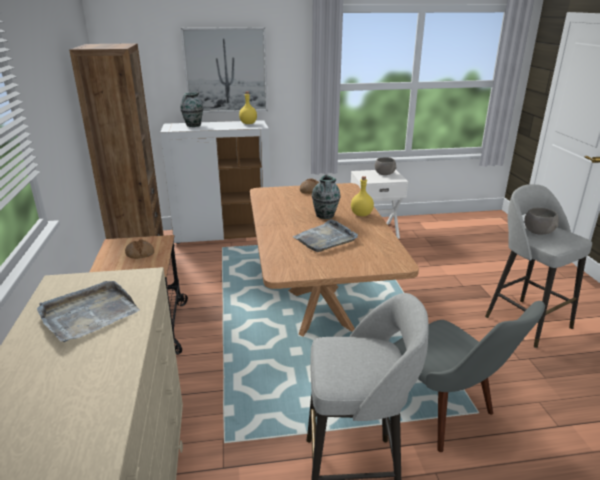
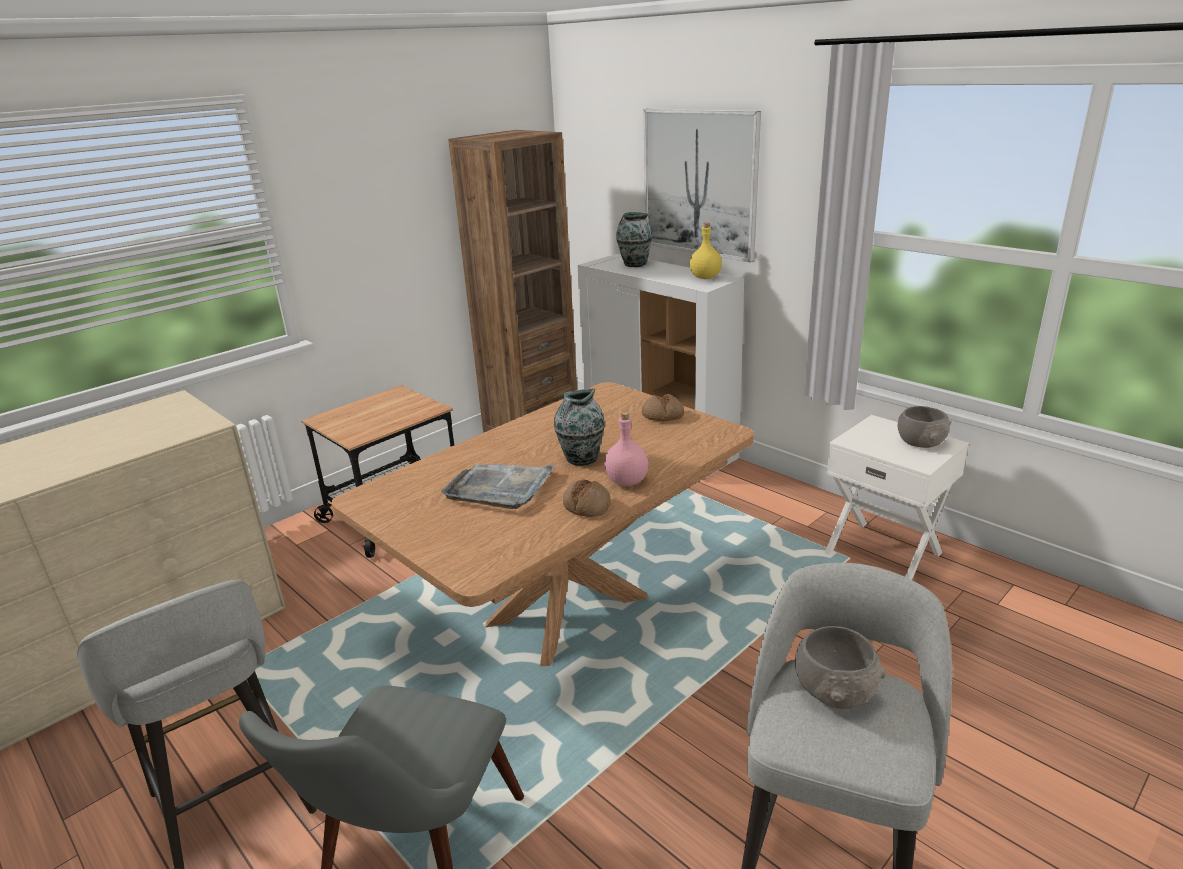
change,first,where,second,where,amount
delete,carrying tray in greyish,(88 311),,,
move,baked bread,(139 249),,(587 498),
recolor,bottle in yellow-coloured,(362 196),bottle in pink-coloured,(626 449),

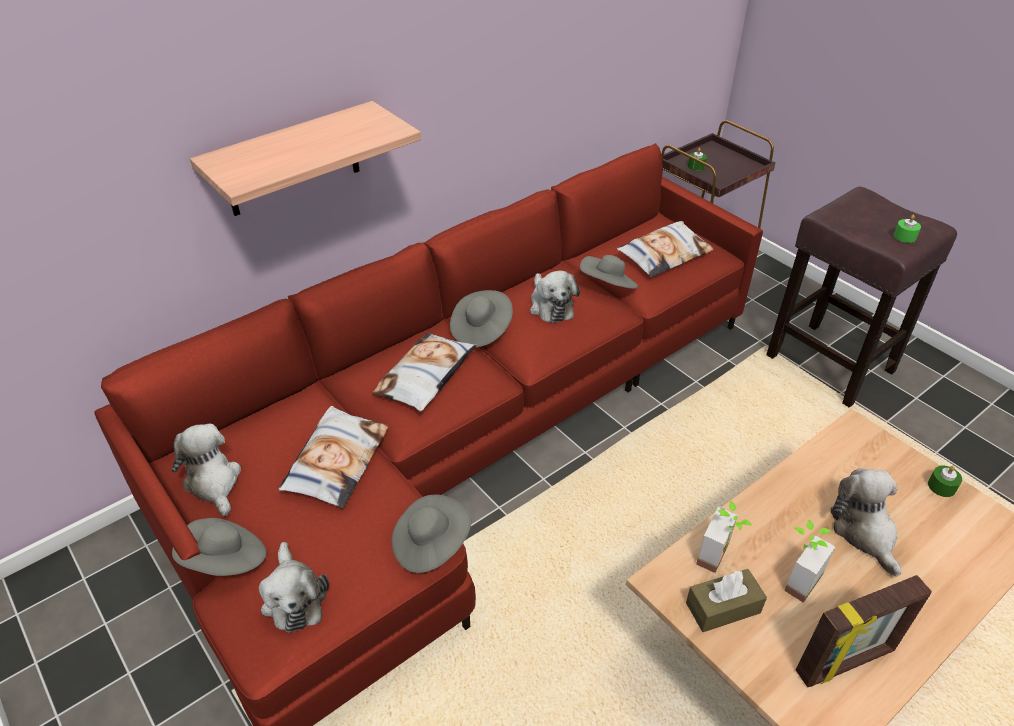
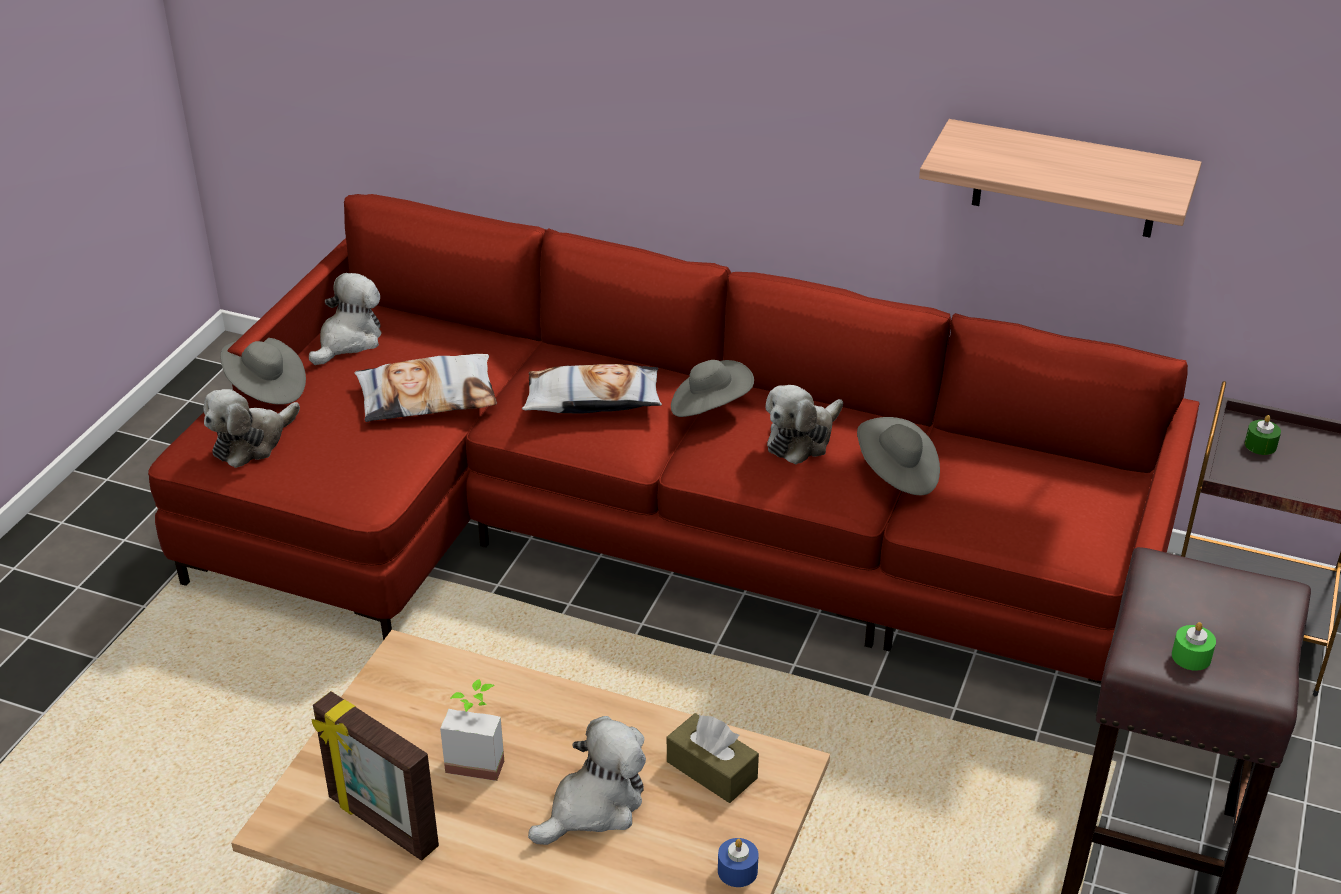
change,first,where,second,where,amount
delete,hat in greyish,(431 534),,,
delete,pillow,(665 249),,,
delete,plant in a pot,(724 537),,,
move,wall shelf,(305 158),,(1060 178),
move,box of tissues in brownish,(726 600),,(713 758),
recolor,candle in greenish,(945 481),candle in bluish,(738 862),

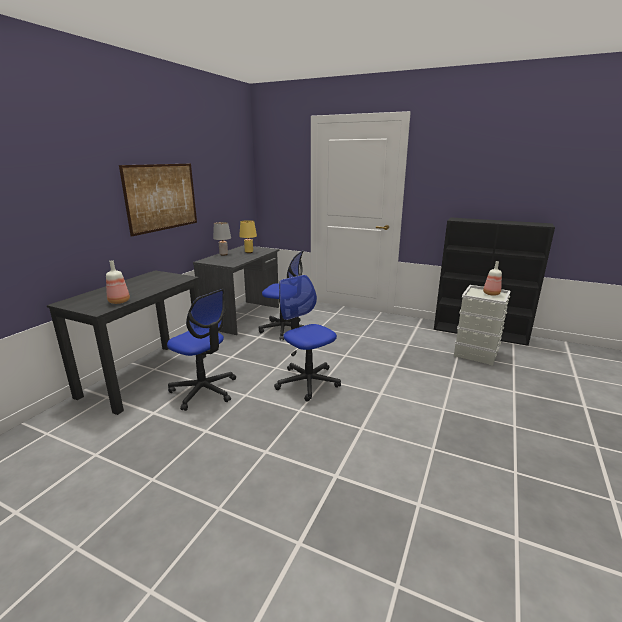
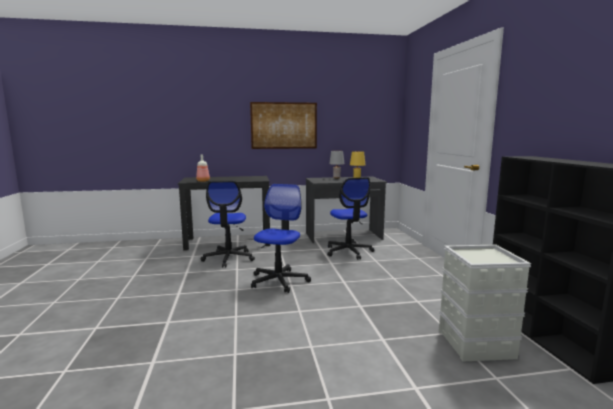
change,first,where,second,where,amount
delete,bottle,(492 278),,,

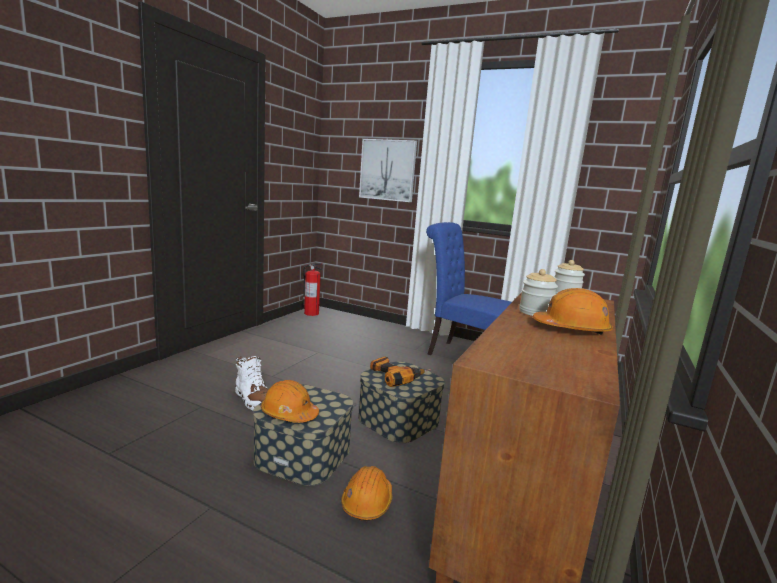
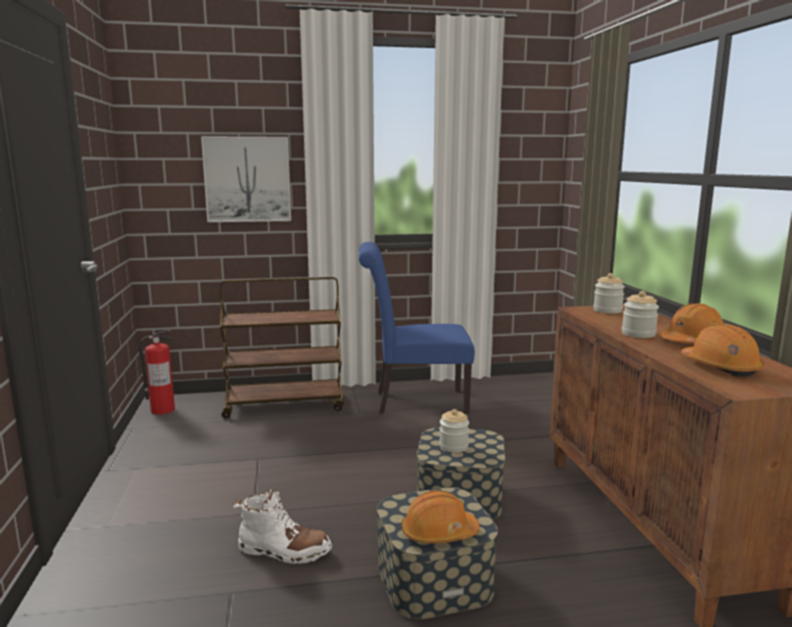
change,first,where,second,where,amount
insert,,,trolley in brownish,(282 348),
move,hard hat in orange,(366 493),,(722 350),
replace,electric drill,(400 371),storage jar,(454 431),

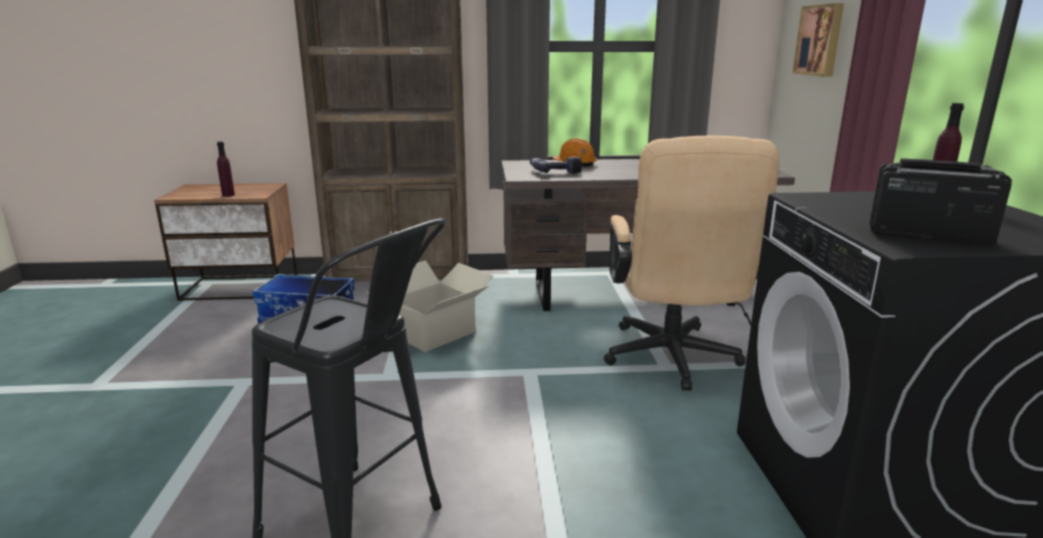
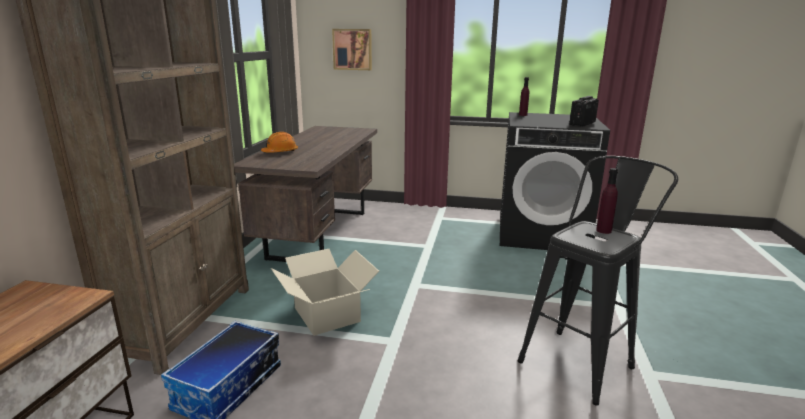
change,first,where,second,where,amount
delete,electric drill,(556 165),,,
delete,desk chair in beige-coloured,(692 263),,,
move,bottle in purplish,(226 169),,(607 201),

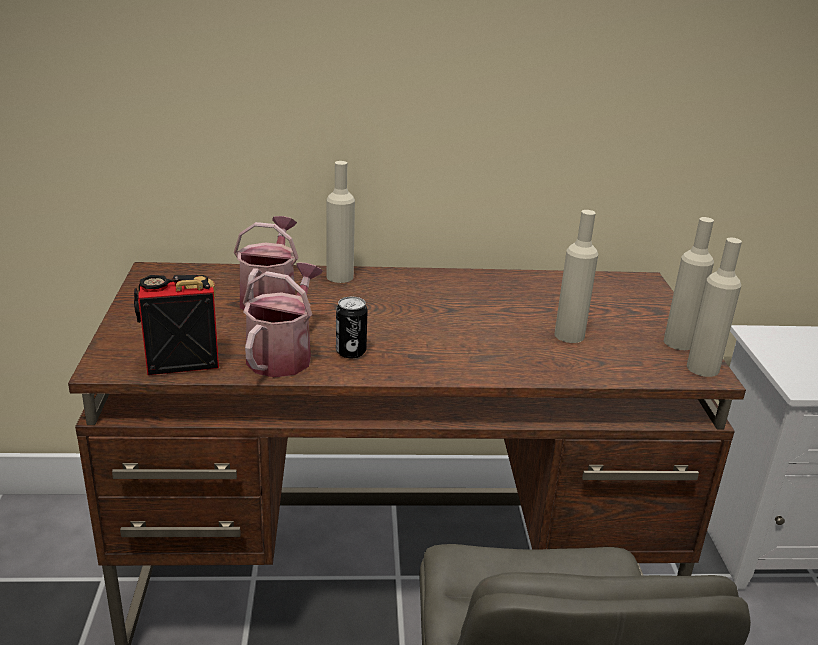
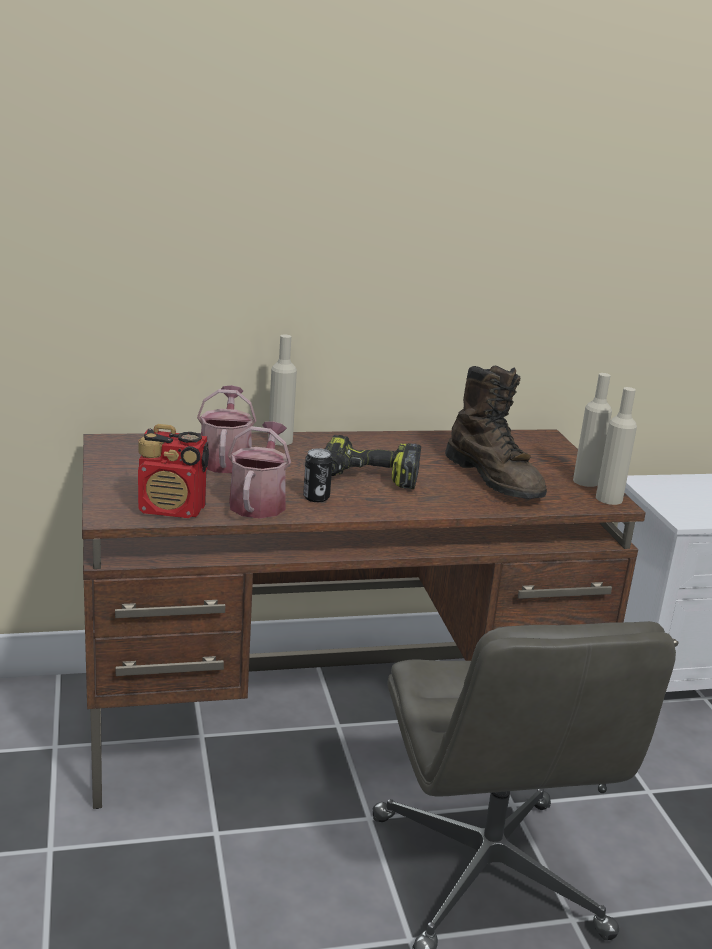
change,first,where,second,where,amount
insert,,,electric drill,(372 462),
replace,bottle in beige-coloured,(576 276),tall boot in brownish,(496 432),
rotate,radio receiver,(176 325),,(173 471),150 degrees counterclockwise

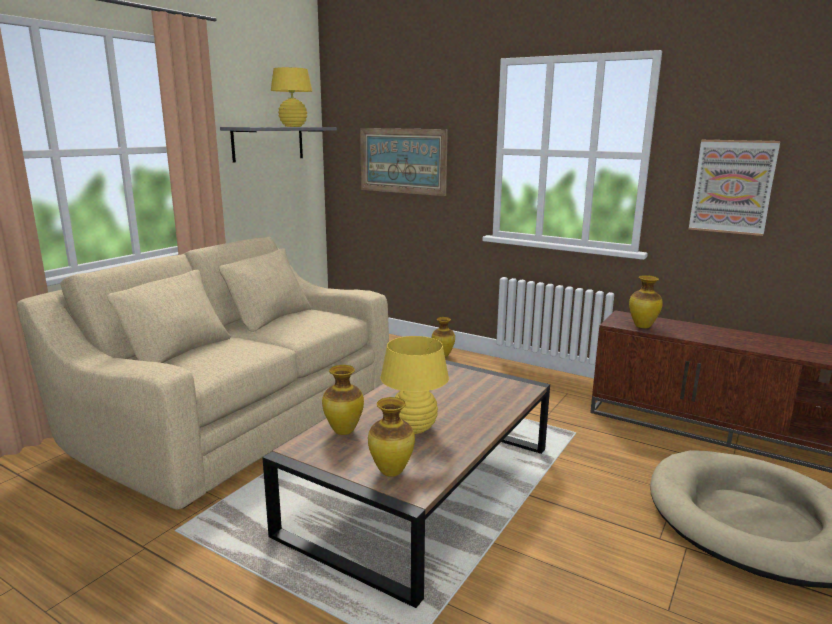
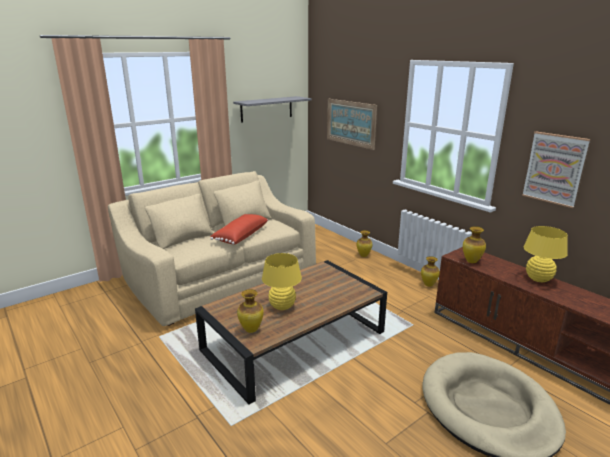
change,first,where,second,where,amount
insert,,,pillow in reddish,(239 229),
move,lamp for a table in yellow-coloured,(291 97),,(545 254),
move,flower vase,(343 400),,(430 271),

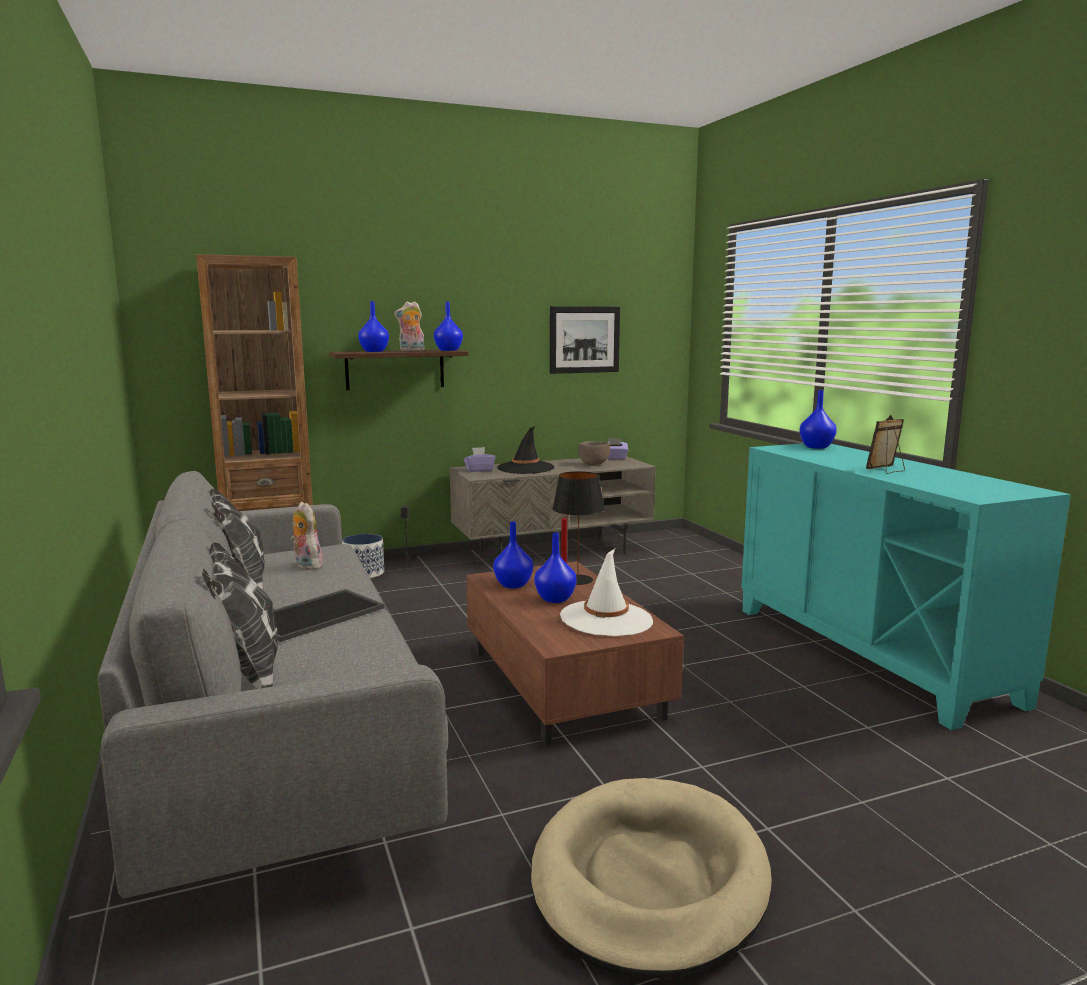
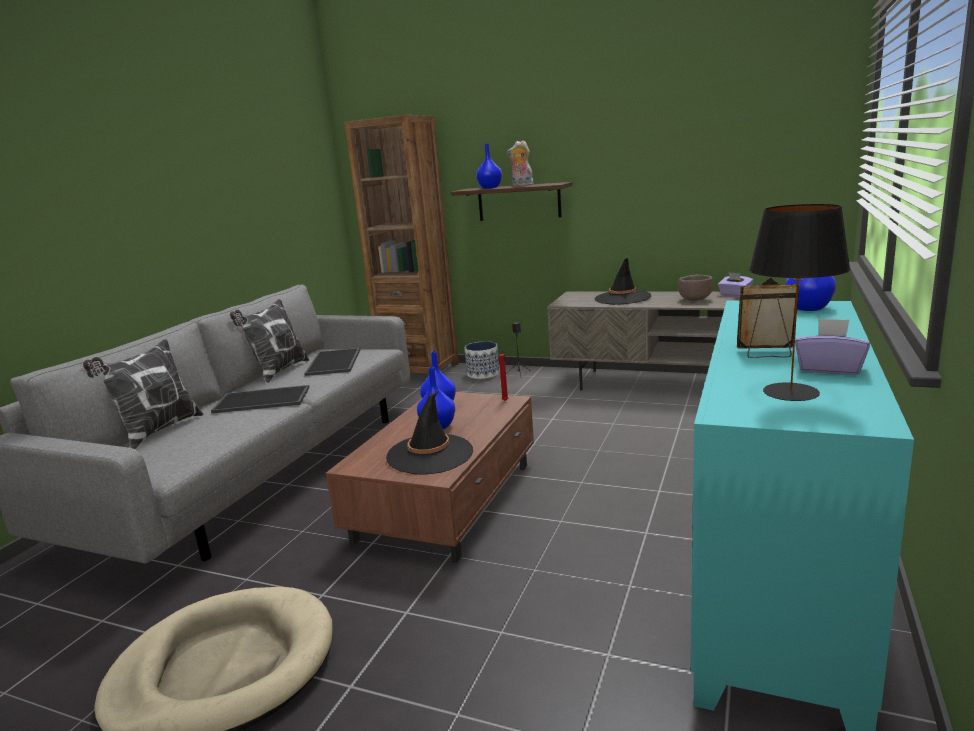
change,first,where,second,where,amount
delete,flower vase in bluish,(448 326),,,
delete,picture,(585 340),,,
move,box of tissues in purplish,(479 459),,(832 346),
move,lamp for a table in black,(578 528),,(800 302),
replace,plush toy,(306 536),carrying tray,(332 362),
recolor,hat in whitish,(606 592),hat in black,(429 433),

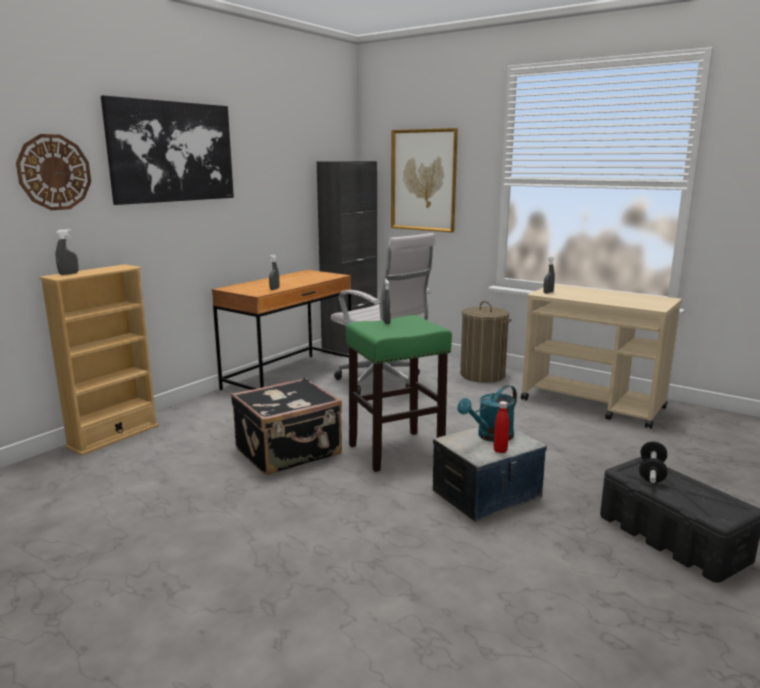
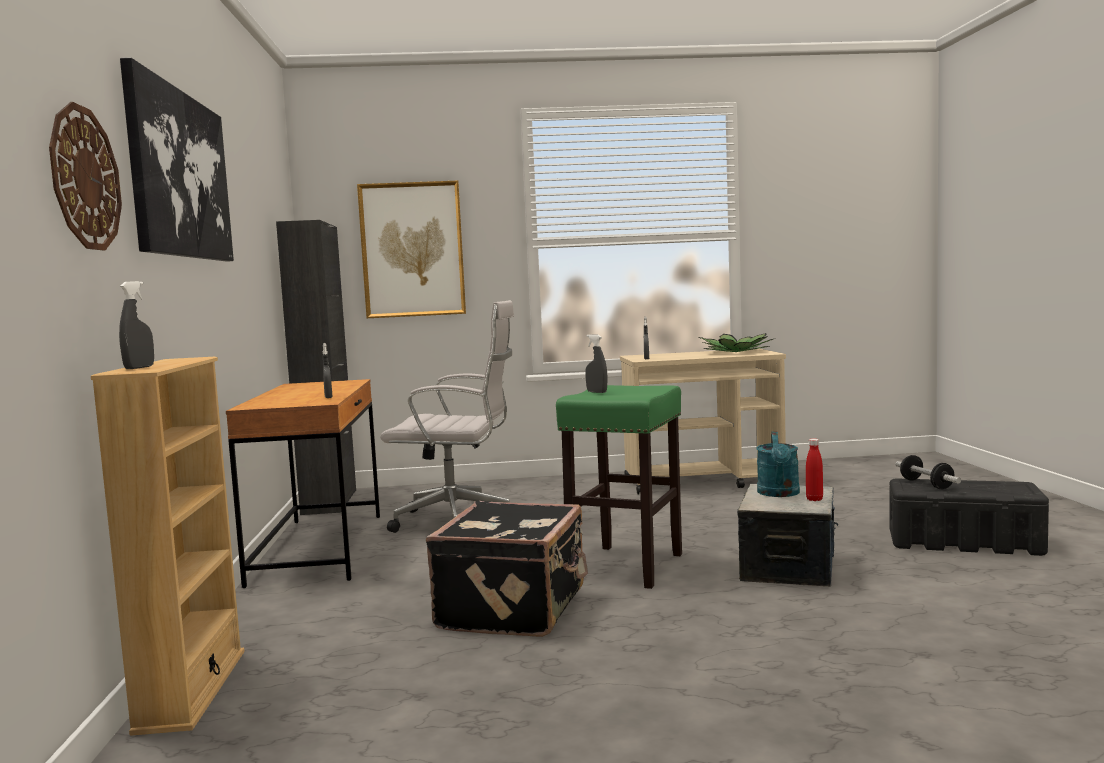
change,first,where,second,where,amount
delete,laundry basket,(485 342),,,
insert,,,plant in a pot,(737 342),

